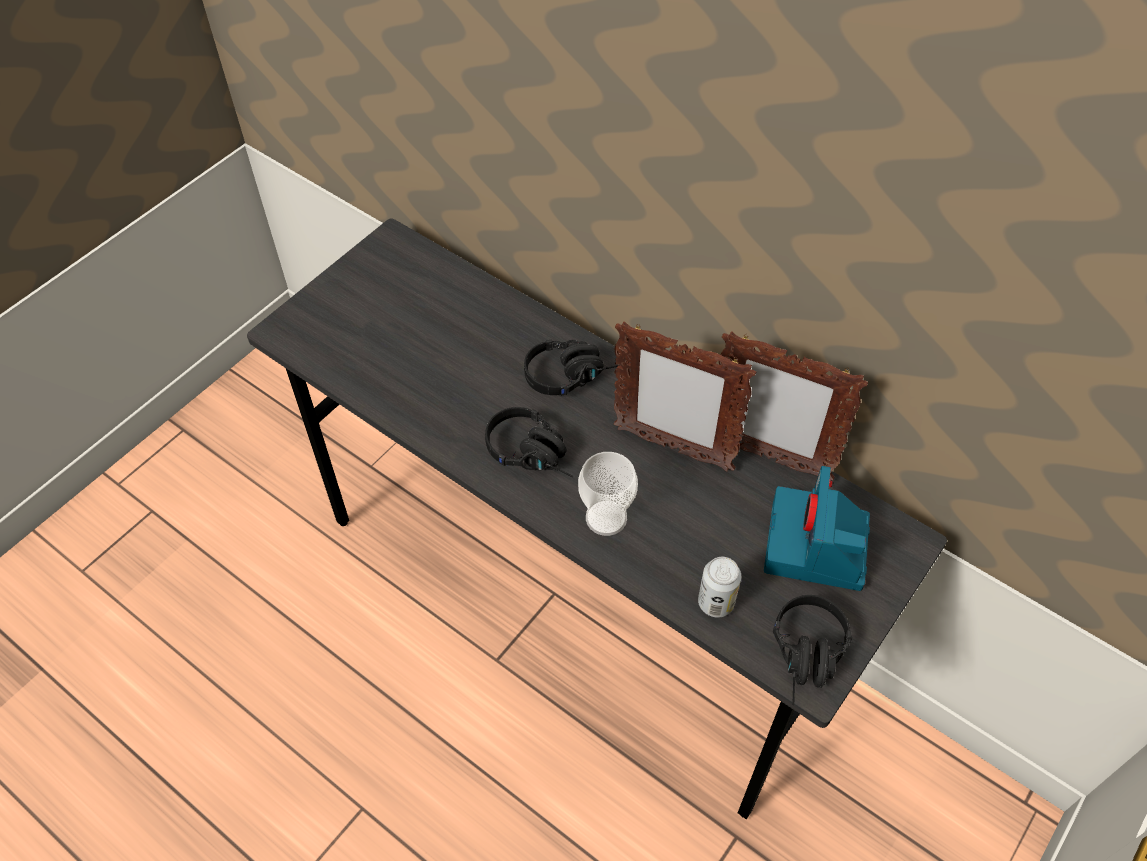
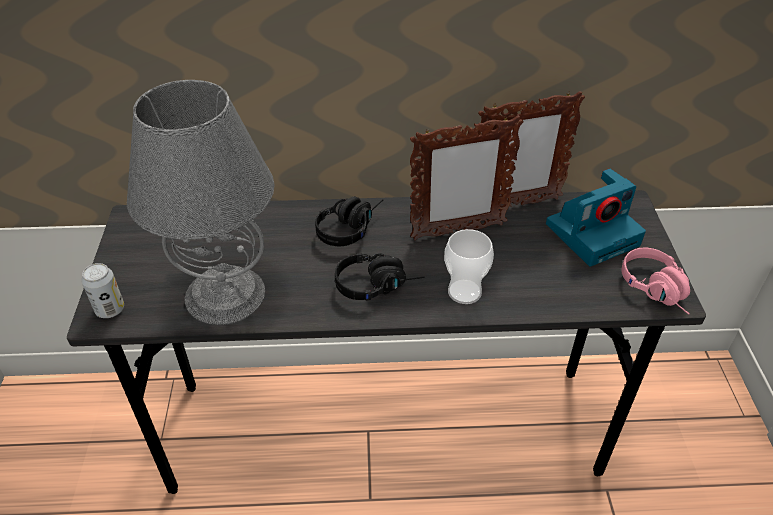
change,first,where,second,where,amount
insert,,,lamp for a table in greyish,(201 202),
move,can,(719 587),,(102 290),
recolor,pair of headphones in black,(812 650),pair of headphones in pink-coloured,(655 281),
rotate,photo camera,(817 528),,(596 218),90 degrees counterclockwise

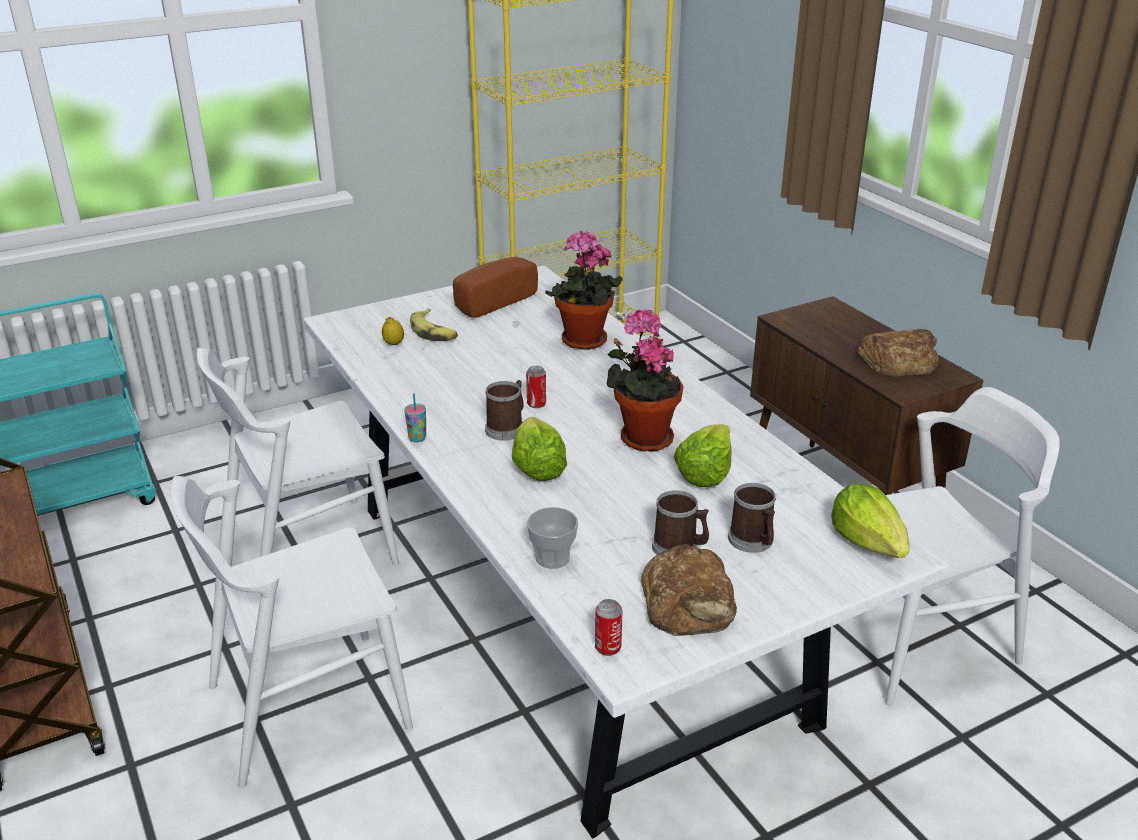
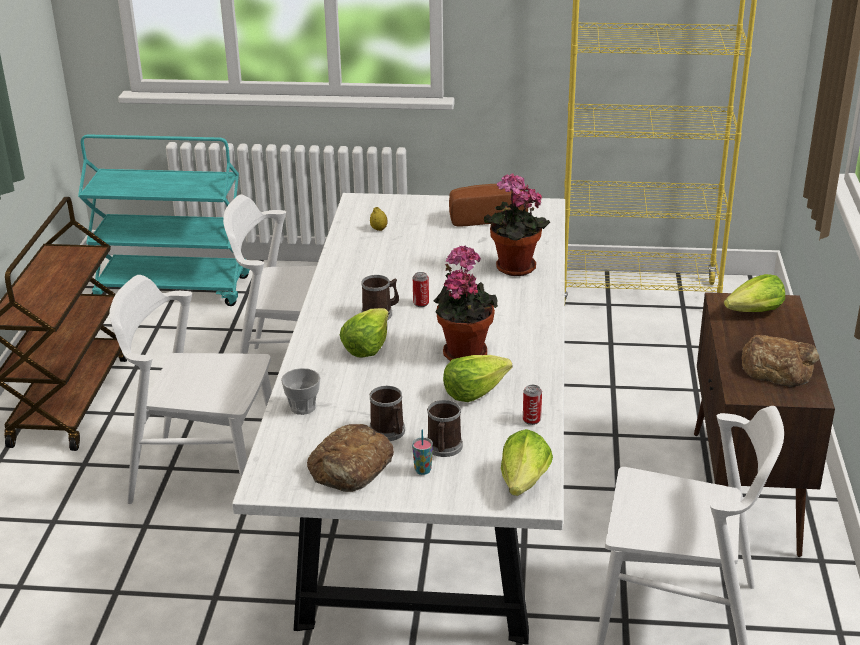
change,first,where,second,where,amount
delete,whole banana,(434 325),,,
insert,,,lettuce head,(754 293),
move,cup,(415 417),,(422 452),
move,can,(608 627),,(532 405),

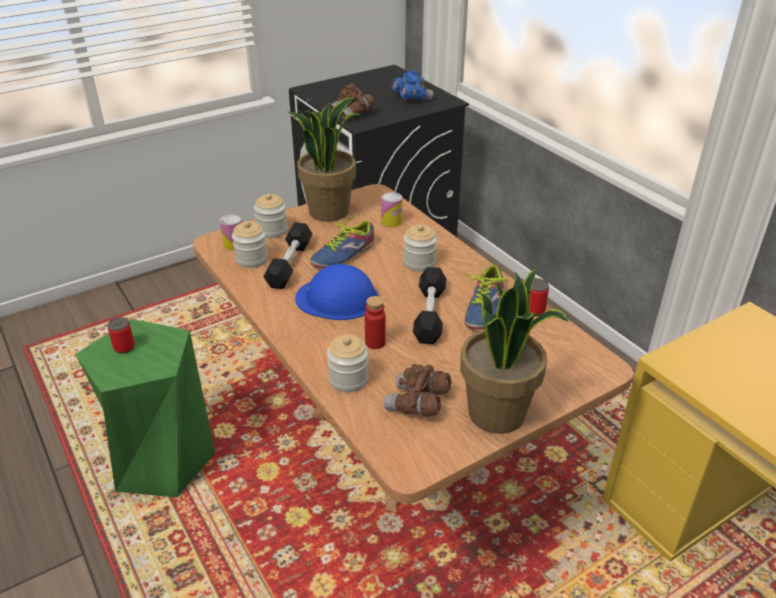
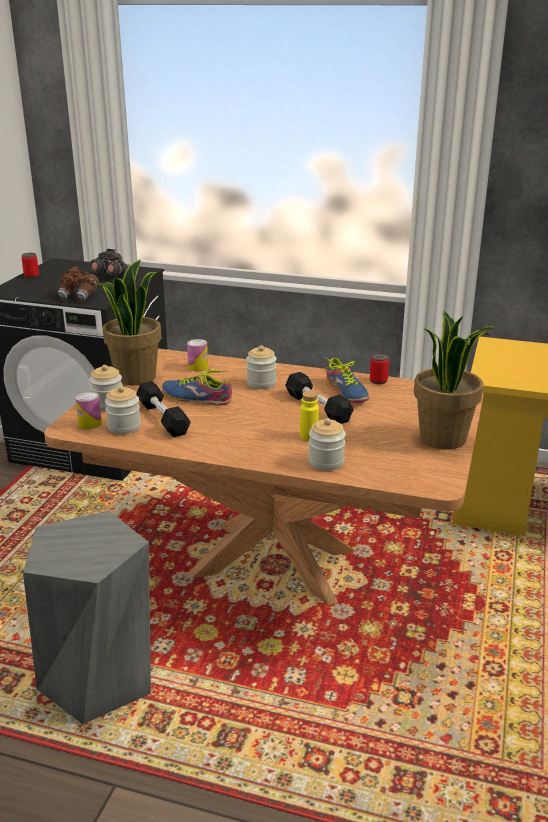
change,first,where,second,where,amount
delete,hard hat in bluish,(336 292),,,
delete,binoculars in brownish,(418 390),,,
move,can,(121 335),,(30 265),
recolor,sitting stool in greenish,(145 408),sitting stool in greyish,(87 617),
recolor,bottle in reddish,(375 322),bottle in yellow-coloured,(309 416),
recolor,binoculars in bluish,(412 85),binoculars in greyish,(109 262),
rotate,low shoe,(342 241),,(196 387),105 degrees clockwise

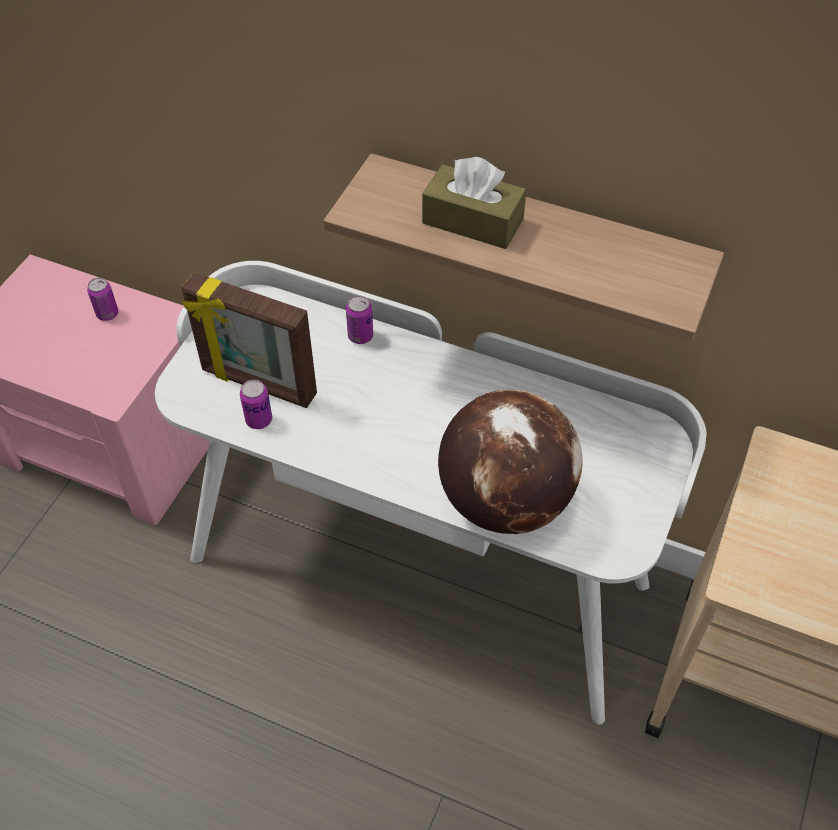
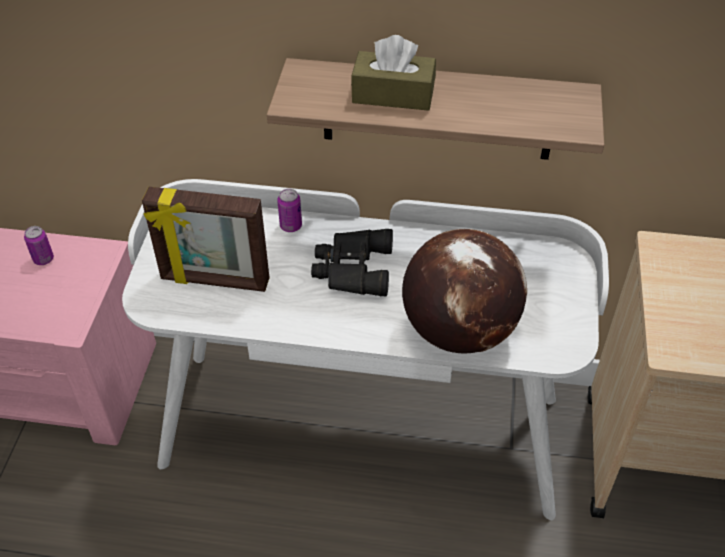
change,first,where,second,where,amount
delete,can,(256 404),,,
insert,,,binoculars in black,(352 262),

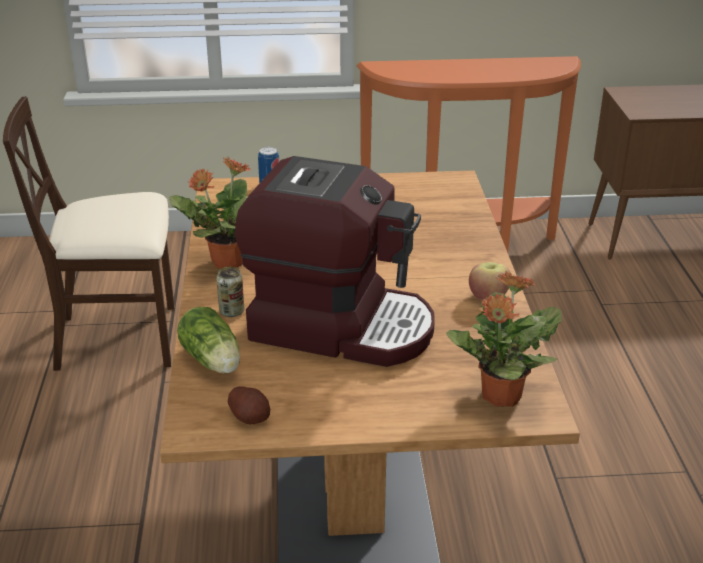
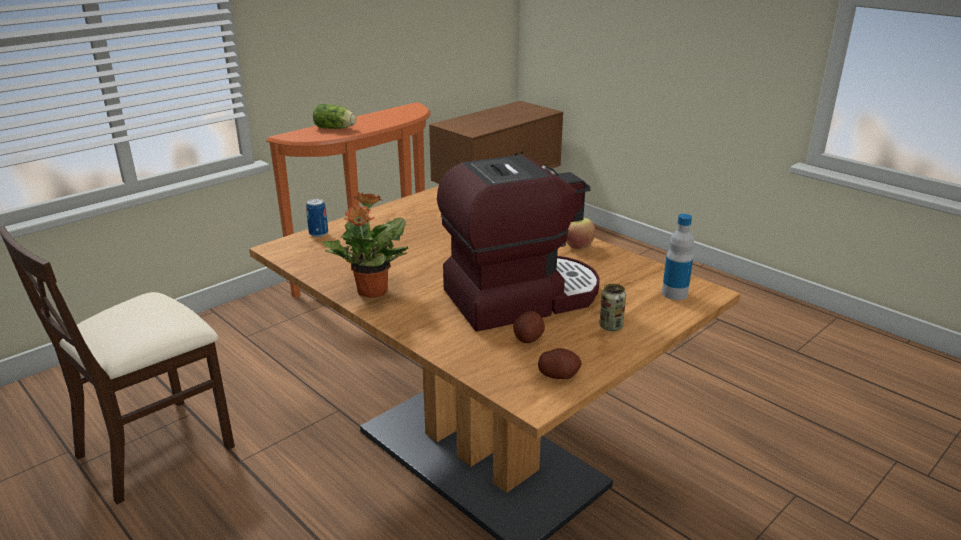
change,first,where,second,where,amount
insert,,,spud,(529 327),
move,lettuce head,(208 340),,(334 116),
move,can,(230 292),,(612 307),
replace,plant in a pot,(504 339),bottle,(678 257),

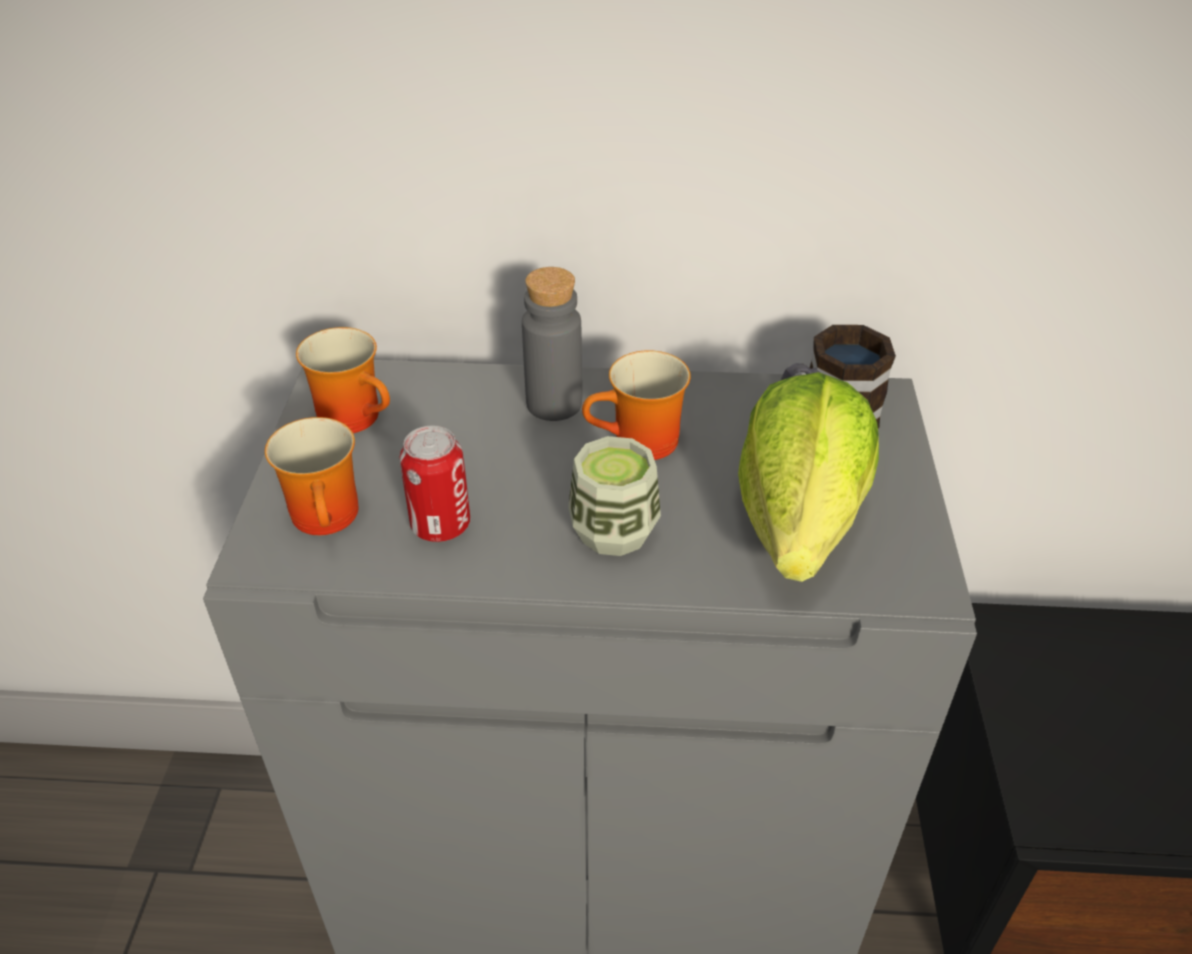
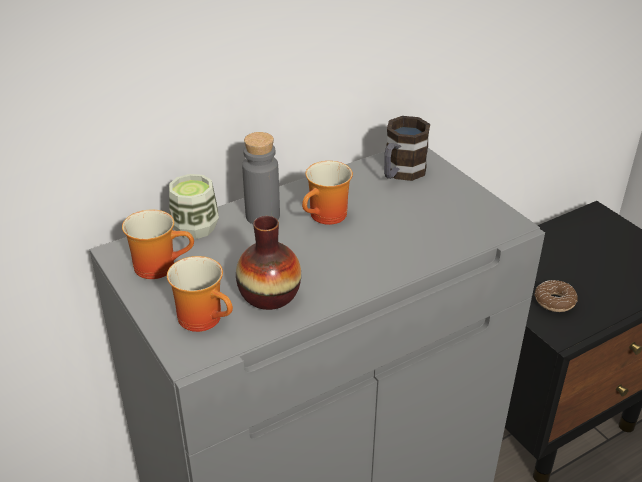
change,first,where,second,where,amount
delete,lettuce head,(808 477),,,
insert,,,doughnut,(556 296),
move,cup,(614 496),,(194 206),
replace,can,(435 483),flower vase,(268 263),

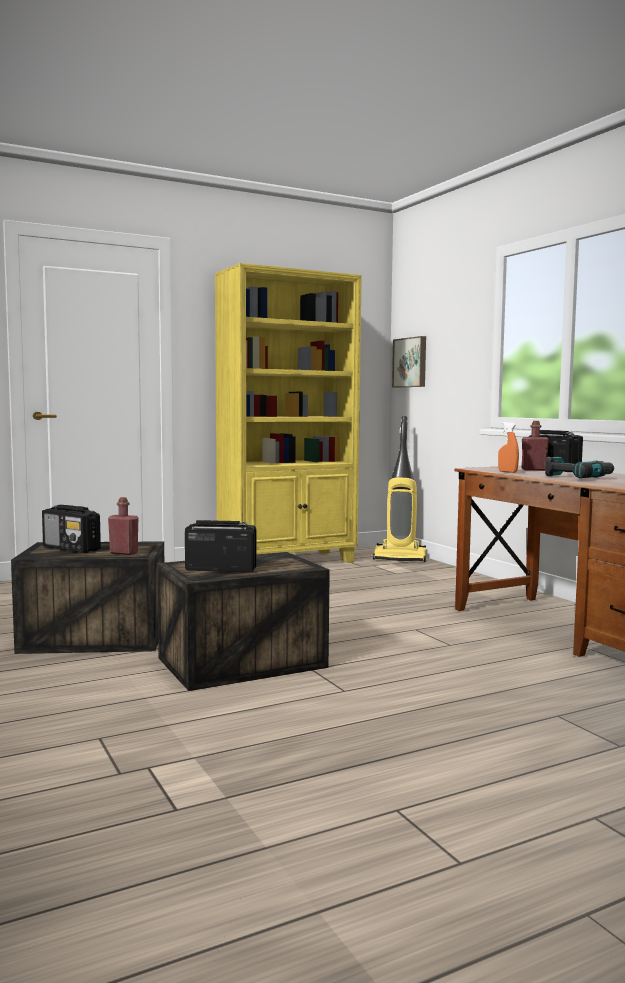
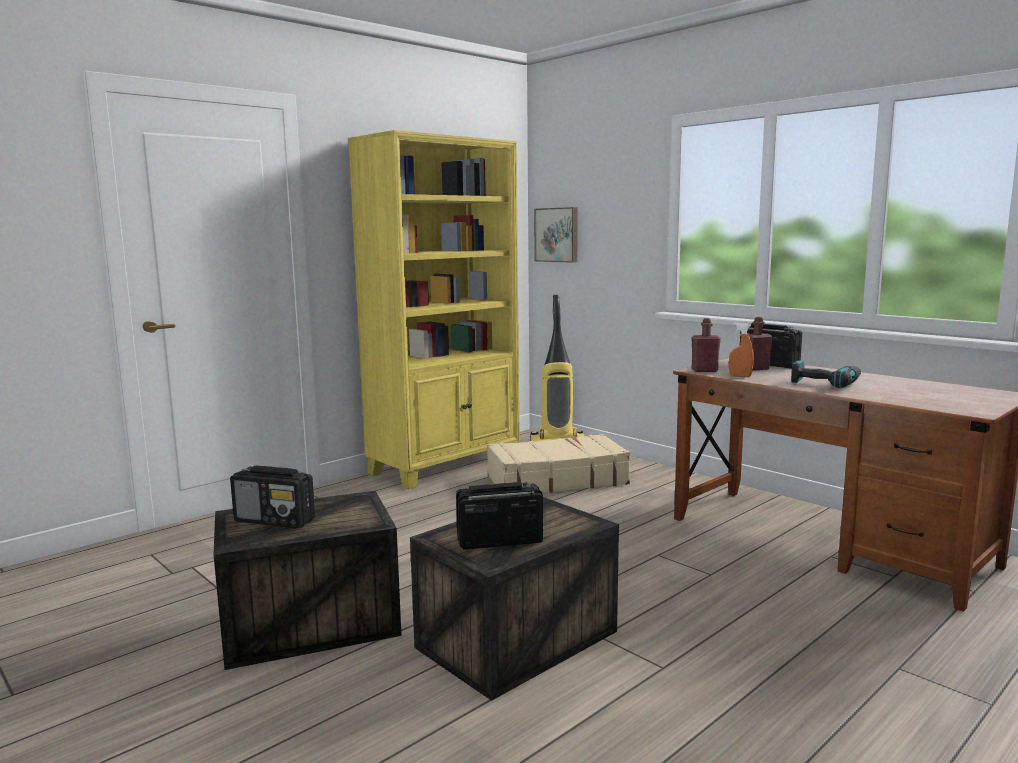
change,first,where,second,where,amount
insert,,,piece of luggage in beige-coloured,(558 463),
move,bottle in reddish,(123 526),,(706 345),

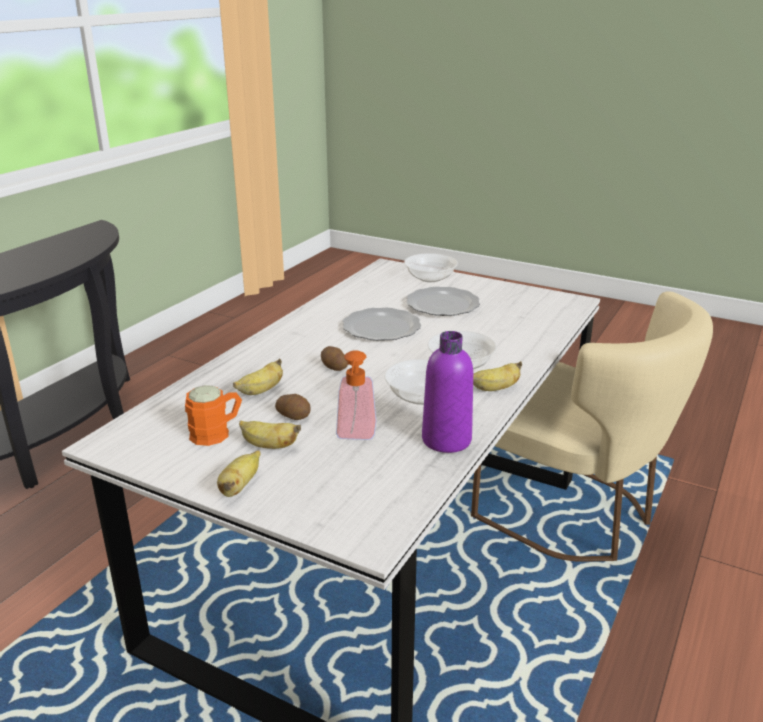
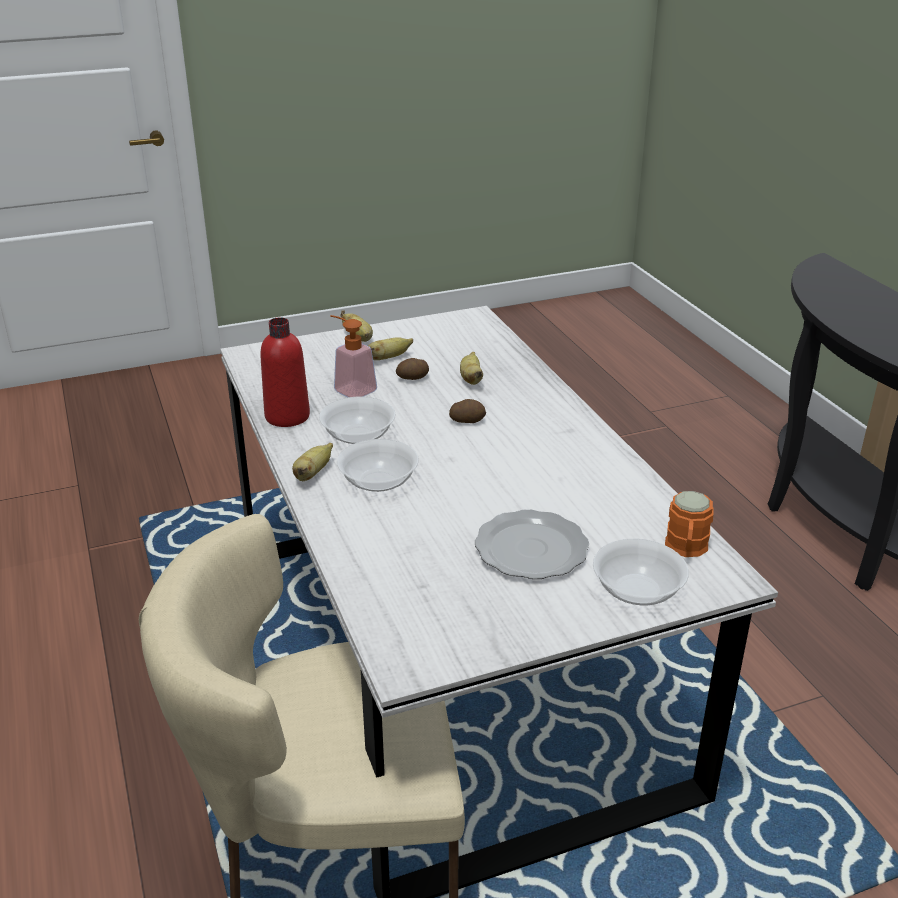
change,first,where,second,where,amount
delete,plate,(381 324),,,
move,mug in orange,(213 415),,(689 524),
recolor,bottle in purplish,(447 392),bottle in reddish,(285 372),

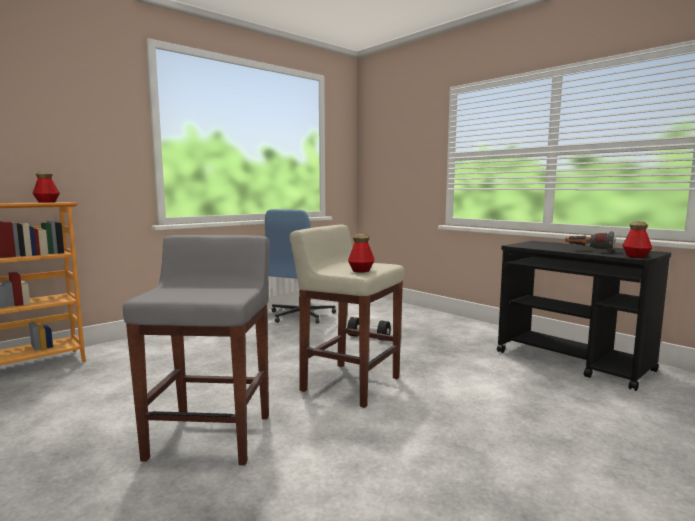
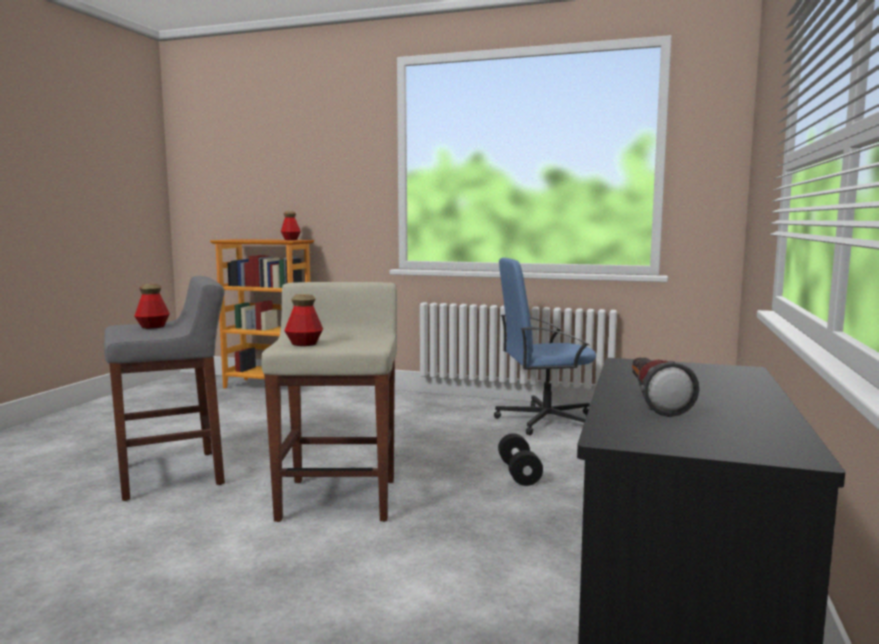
change,first,where,second,where,amount
move,bottle,(637 240),,(152 306),

